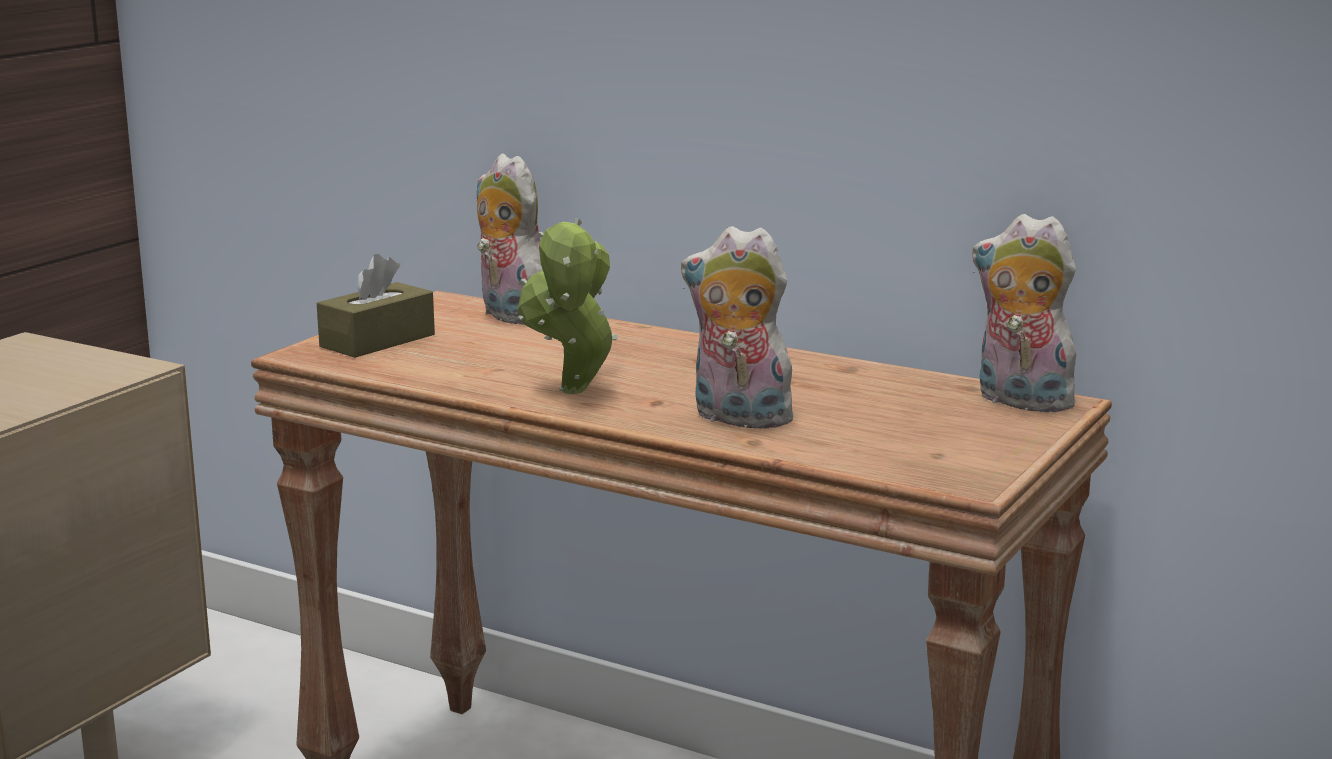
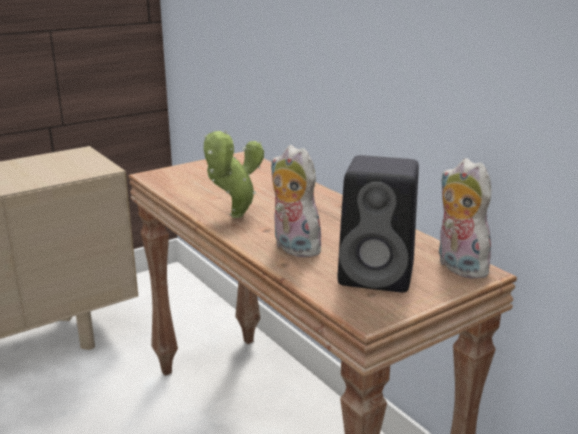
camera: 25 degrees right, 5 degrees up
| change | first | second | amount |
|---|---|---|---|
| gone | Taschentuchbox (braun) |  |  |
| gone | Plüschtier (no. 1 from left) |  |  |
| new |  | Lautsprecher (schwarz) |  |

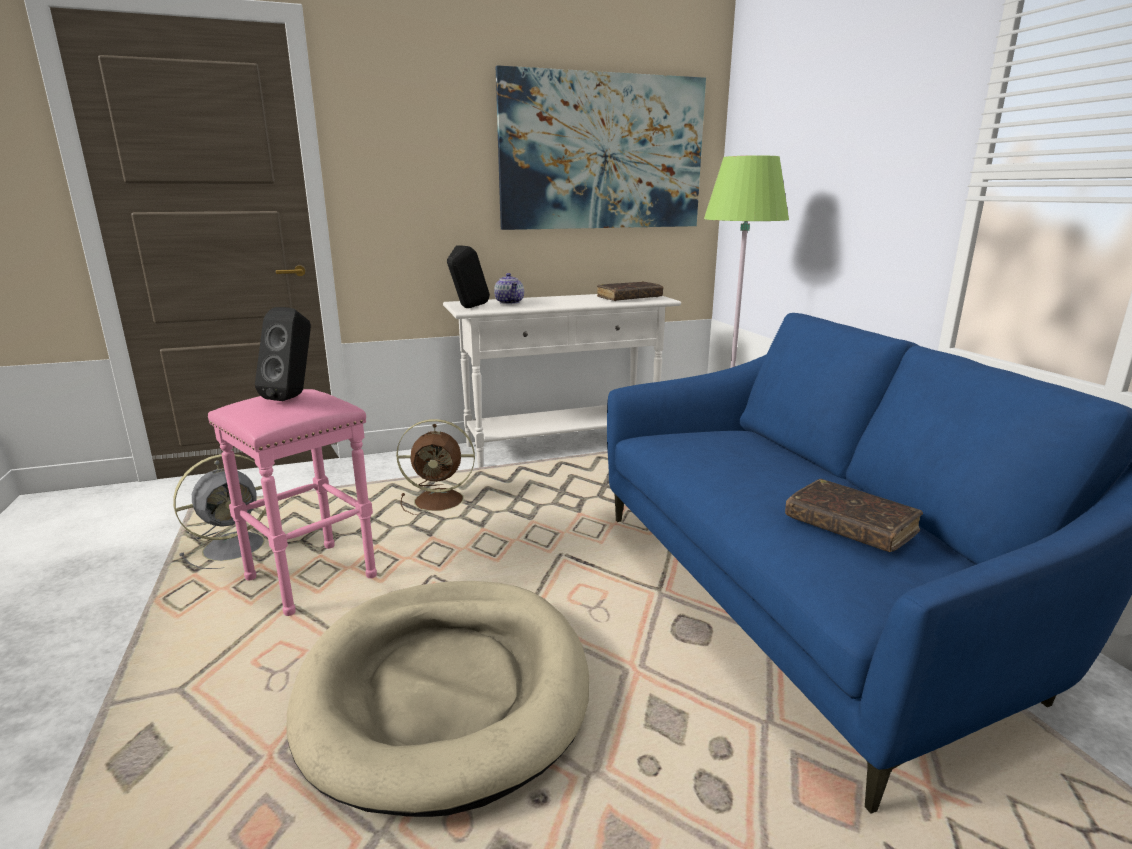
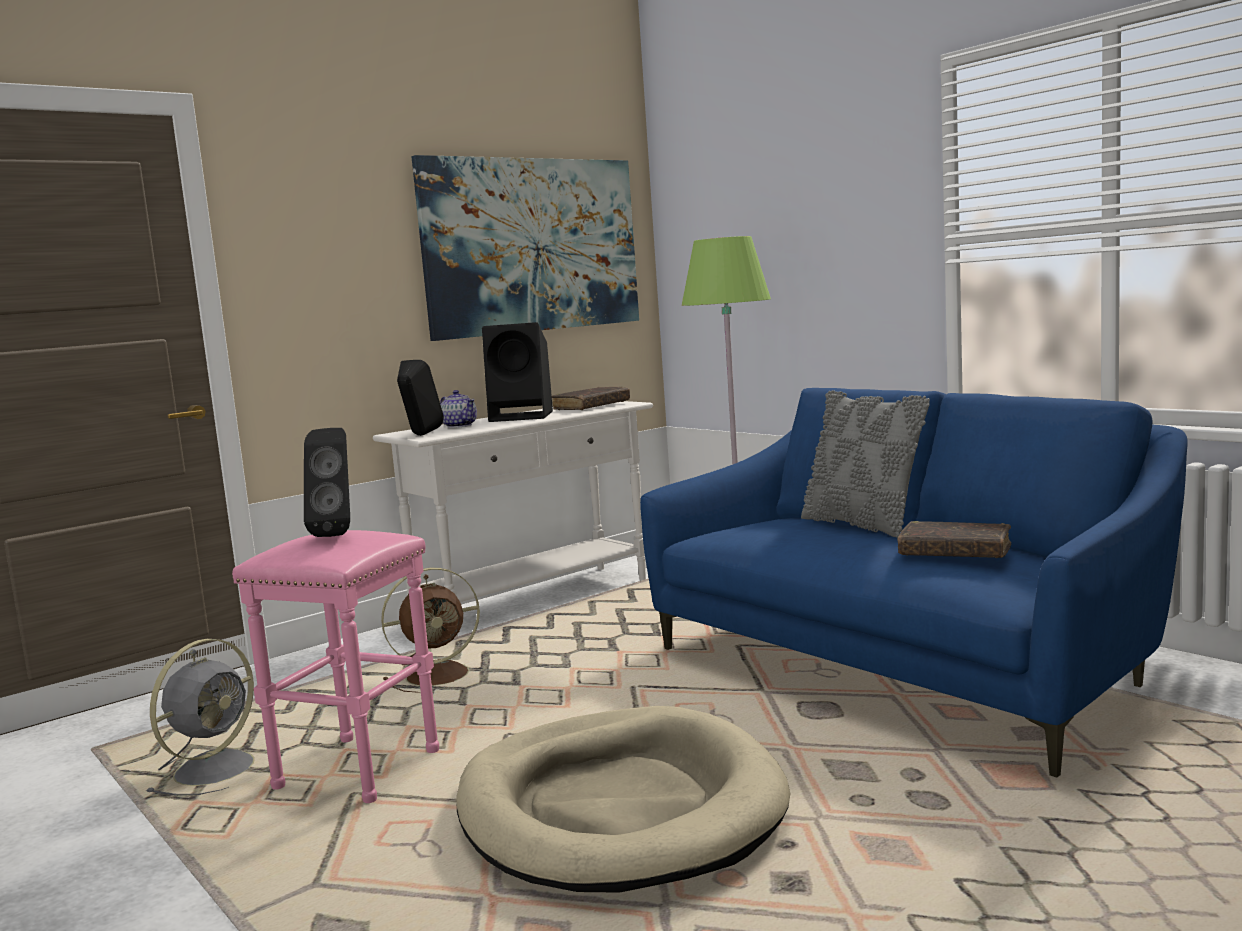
camera: 20 degrees left, 10 degrees down
| change | first | second | amount |
|---|---|---|---|
| new |  | Lautsprecher (schwarz) (no. 3 from left) |  |
| new |  | Kissen (grau) |  |

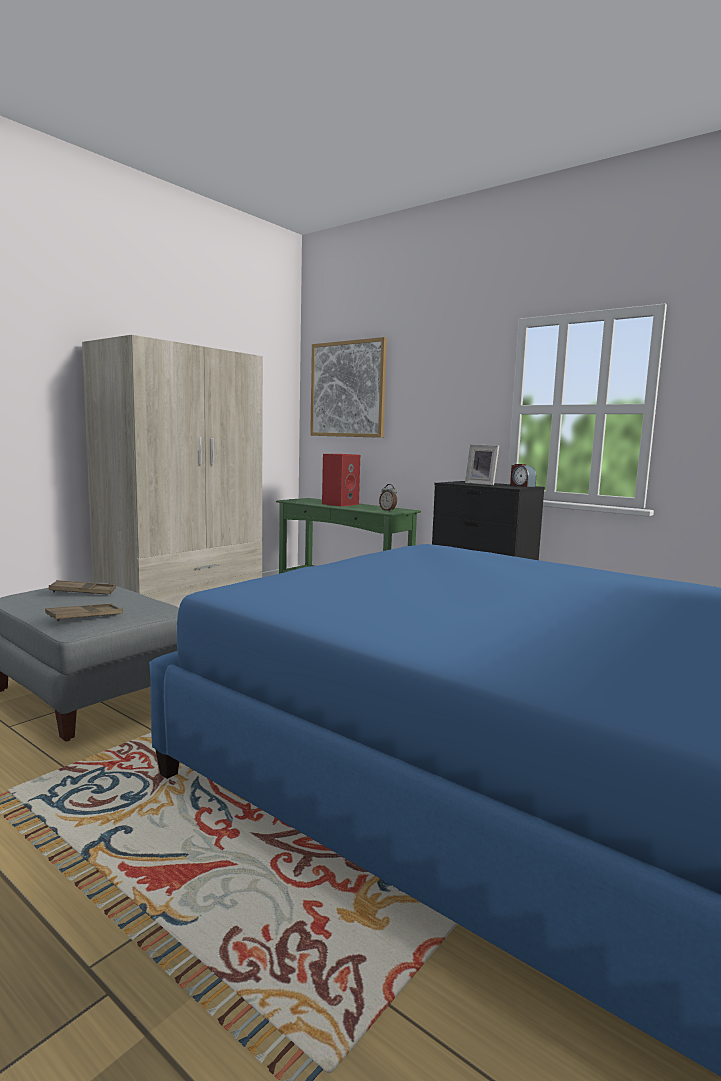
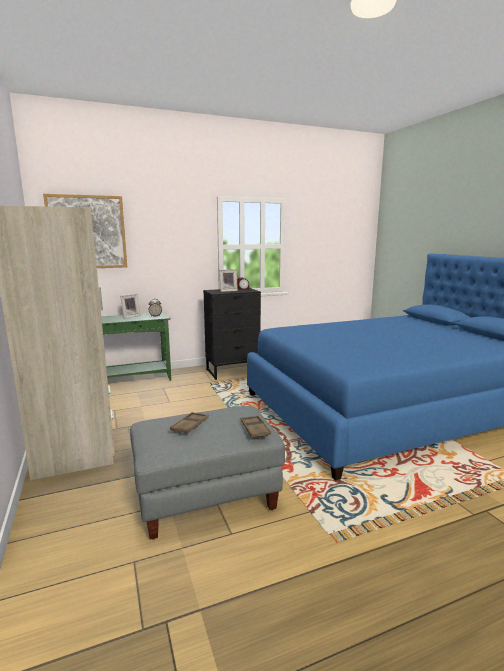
camera: 60 degrees left, 5 degrees up
| change | first | second | amount |
|---|---|---|---|
| gone | Lautsprecher (rot) |  |  |
| new |  | Bilderrahmen (no. 1 from left) |  |

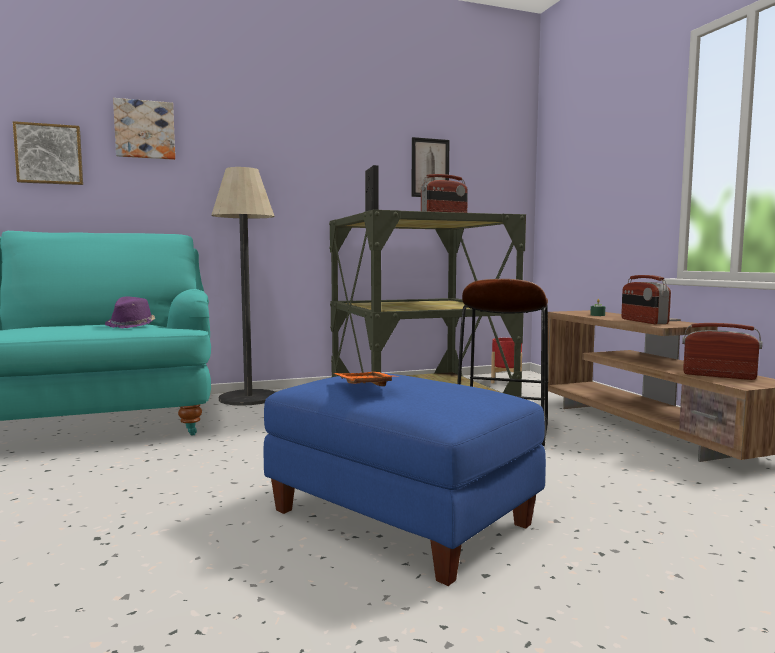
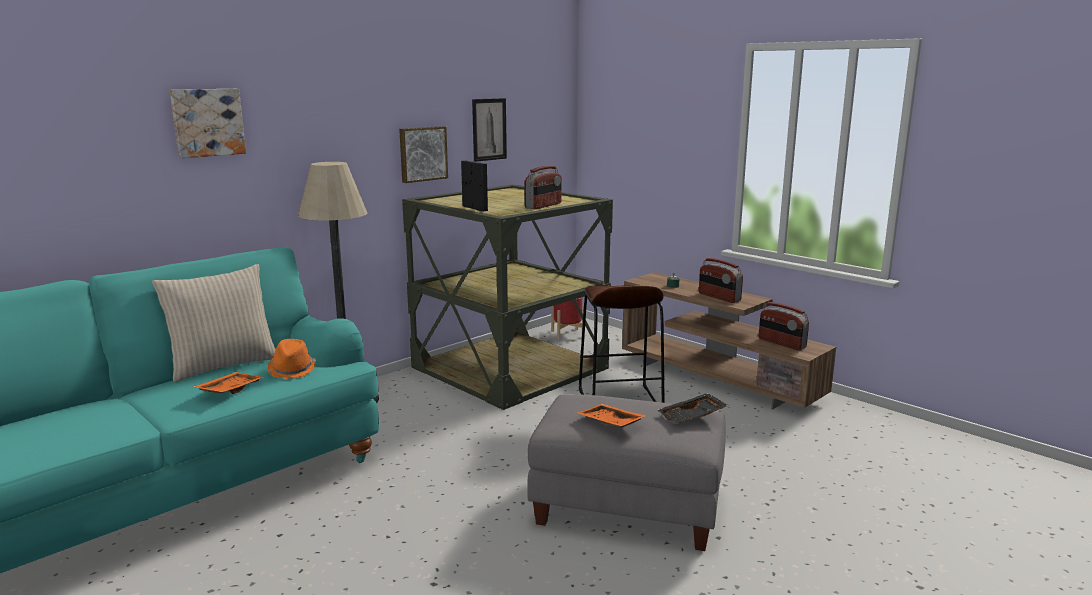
camera: 25 degrees left, 10 degrees up
| change | first | second | amount |
|---|---|---|---|
| shifted | Bild (no. 1 from left in the first image) | Bild (no. 2 from left) |  |
| repainted | Hut (lila) | Hut (orange) |  |
| repainted | Polsterhocker (blau) | Polsterhocker (grau) |  |
| rotated | Radio (no. 3 from left) |  | 135 degrees counterclockwise |
| new |  | Kissen (beige) |  |
| new |  | Tablett (orange) (no. 1 from left) |  |
| new |  | Tablett (schwarz) |  |

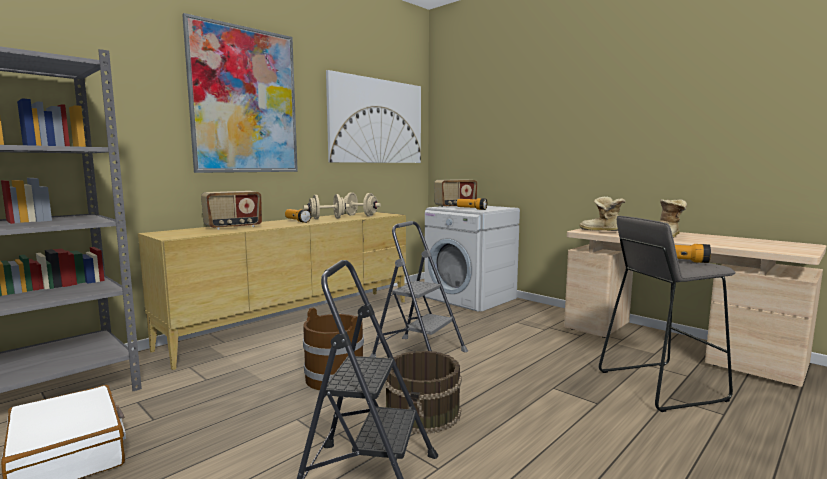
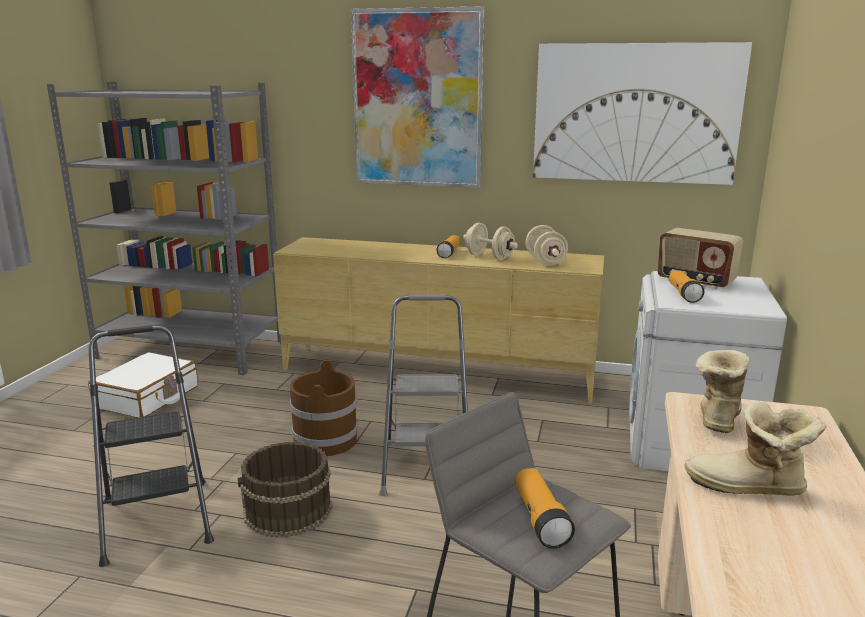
camera: 60 degrees right, 10 degrees up
| change | first | second | amount |
|---|---|---|---|
| gone | Radio (no. 1 from left) |  |  |

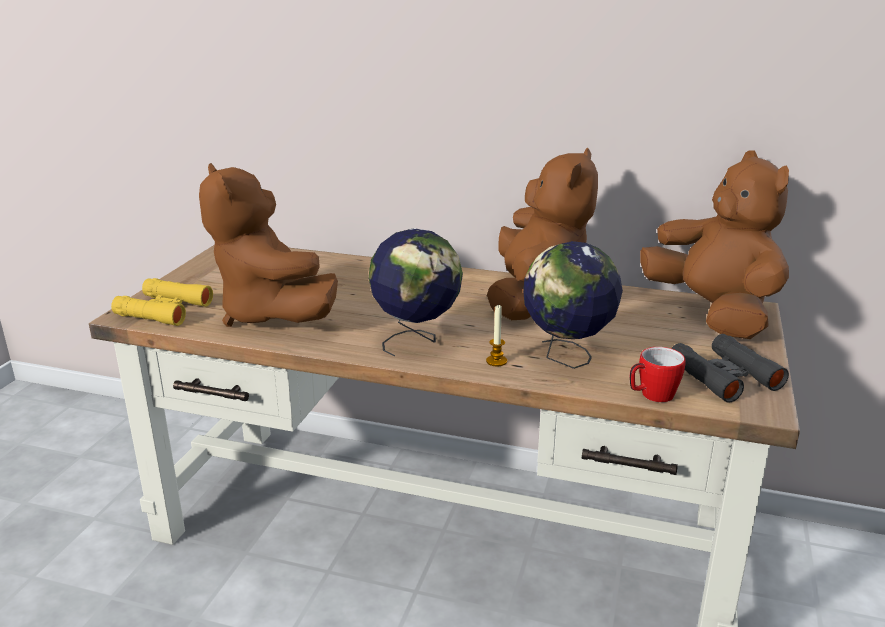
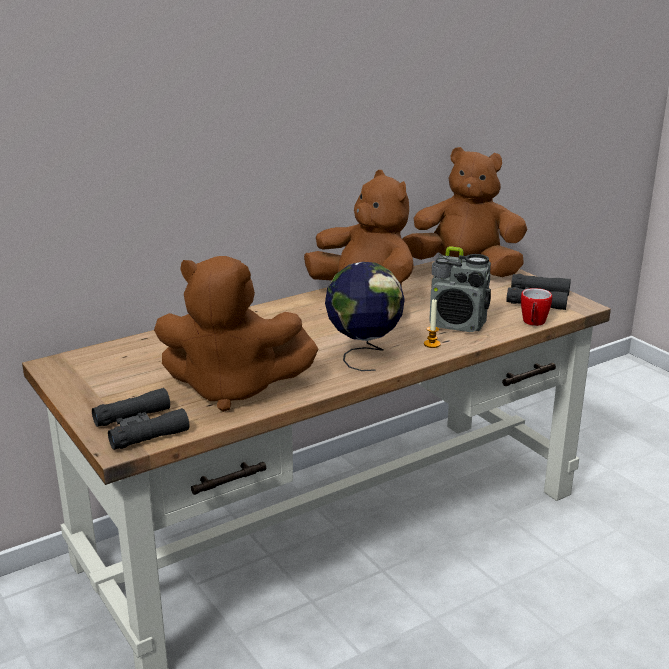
camera: 50 degrees left, 0 degrees up
| change | first | second | amount |
|---|---|---|---|
| repainted | Fernglas (gelb) | Fernglas (schwarz) (no. 1 from left) |  |
| swapped | Globus (no. 2 from left) | Radio |  |

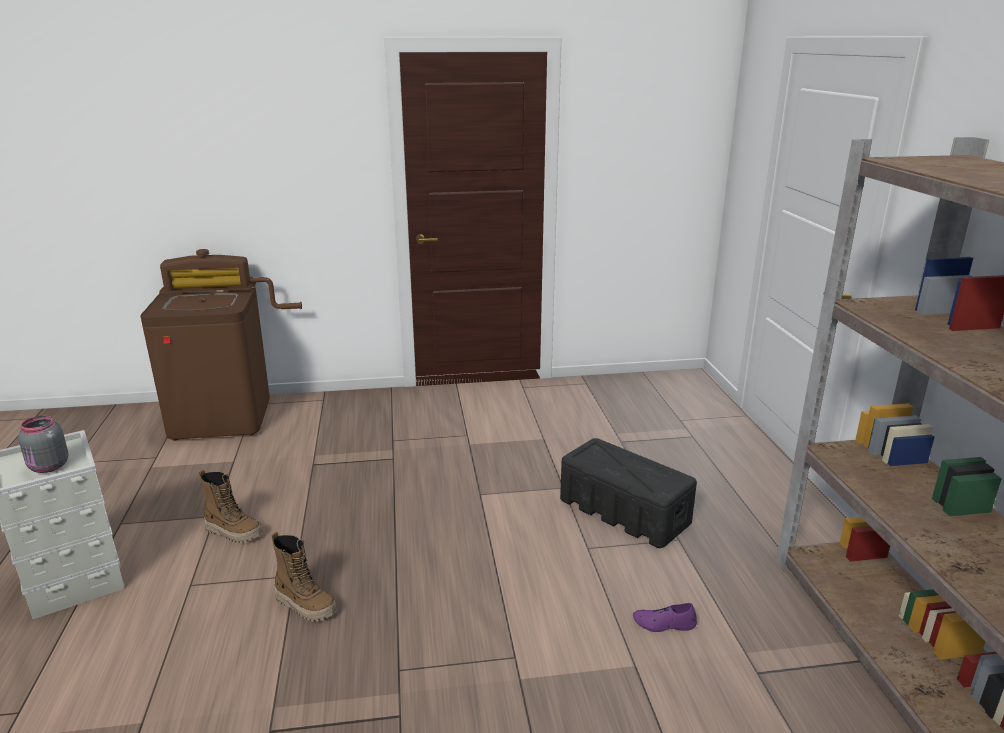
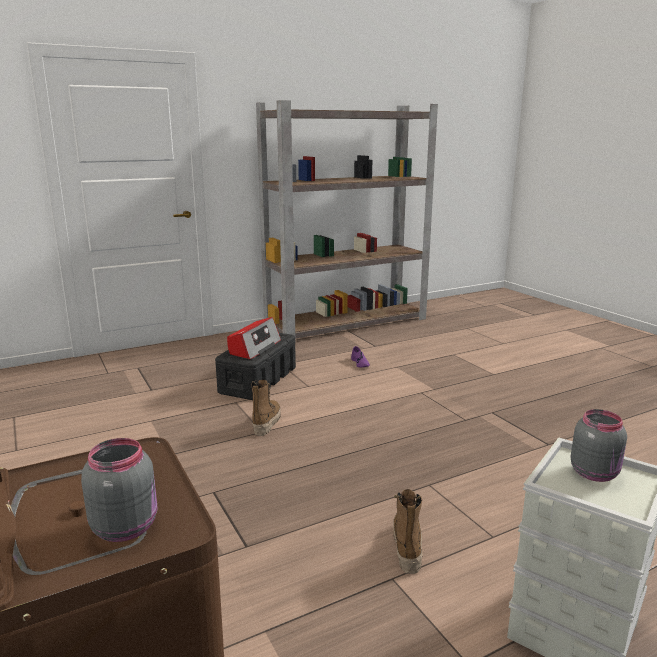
camera: 110 degrees left, 5 degrees down
| change | first | second | amount |
|---|---|---|---|
| shifted | Stiefel (no. 2 from left in the first image) | Stiefel (no. 1 from left) |  |
| new |  | Vorratsglas (grau) (no. 1 from left) |  |
| new |  | Radio |  |

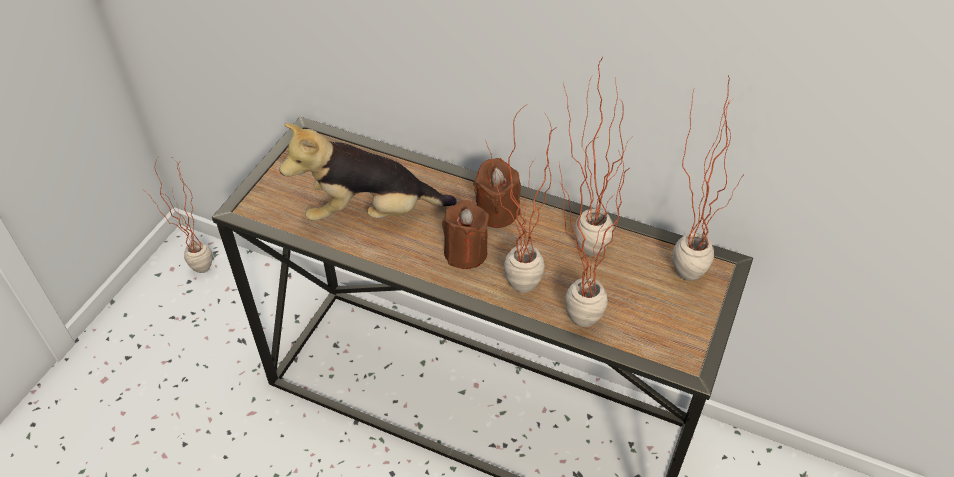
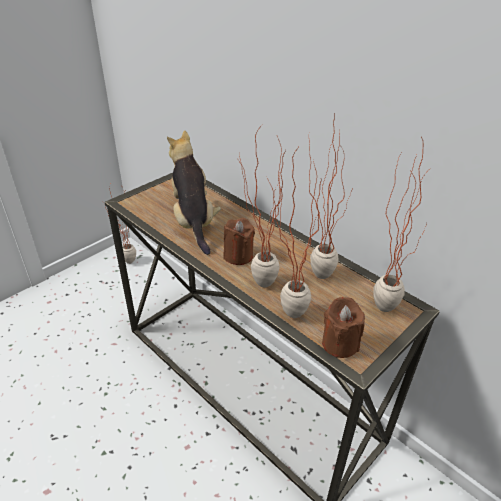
camera: 20 degrees right, 10 degrees down
| change | first | second | amount |
|---|---|---|---|
| rotated | Plüschtier |  | 60 degrees clockwise |
| shifted | Kerze (braun) (no. 2 from left) |  |  |

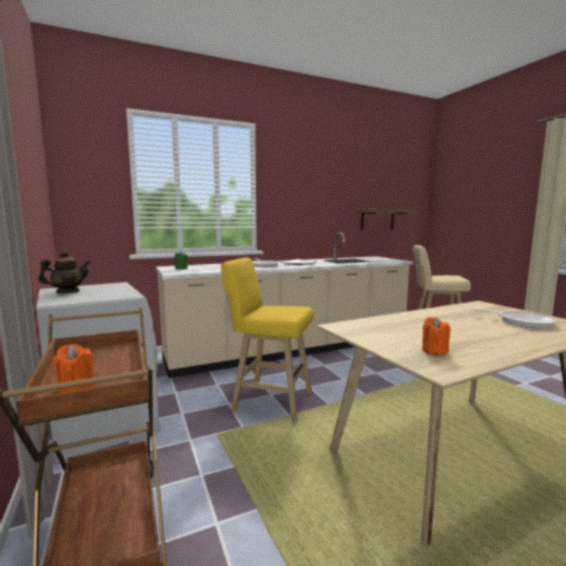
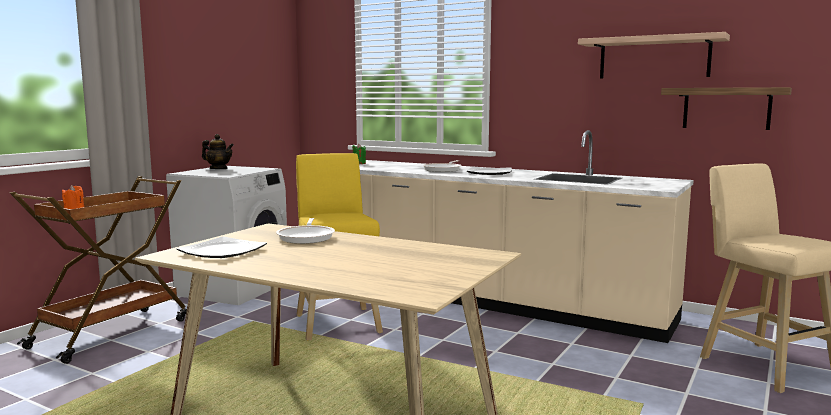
camera: 55 degrees right, 0 degrees up
| change | first | second | amount |
|---|---|---|---|
| swapped | Kerze (orange) (no. 2 from left) | Teller (no. 1 from left) |  |
| shifted | Pfanne (no. 2 from left in the first image) | Pfanne (no. 1 from left) |  |
| new |  | Wandregal (no. 1 from left) |  |

